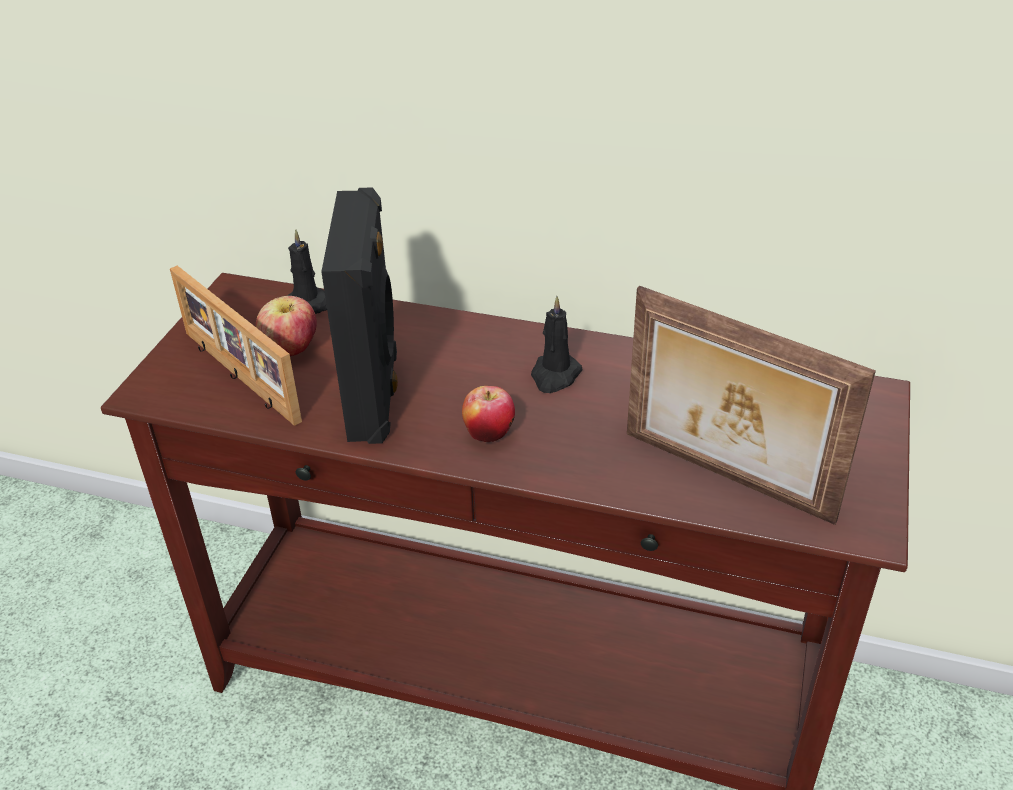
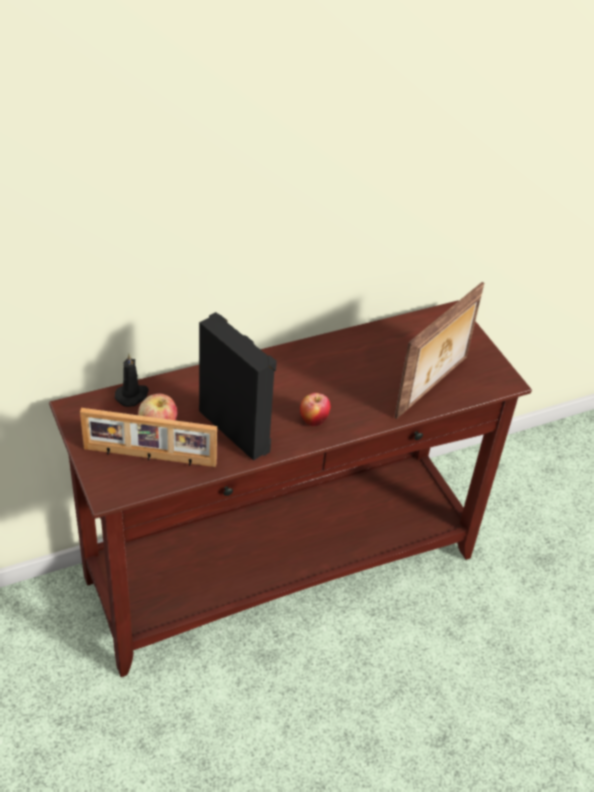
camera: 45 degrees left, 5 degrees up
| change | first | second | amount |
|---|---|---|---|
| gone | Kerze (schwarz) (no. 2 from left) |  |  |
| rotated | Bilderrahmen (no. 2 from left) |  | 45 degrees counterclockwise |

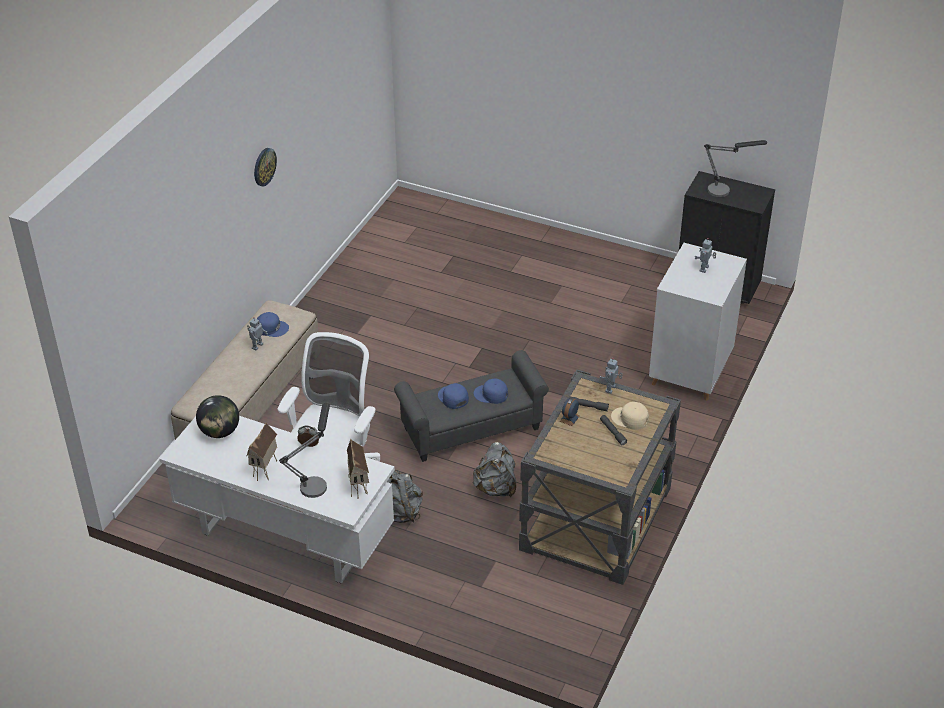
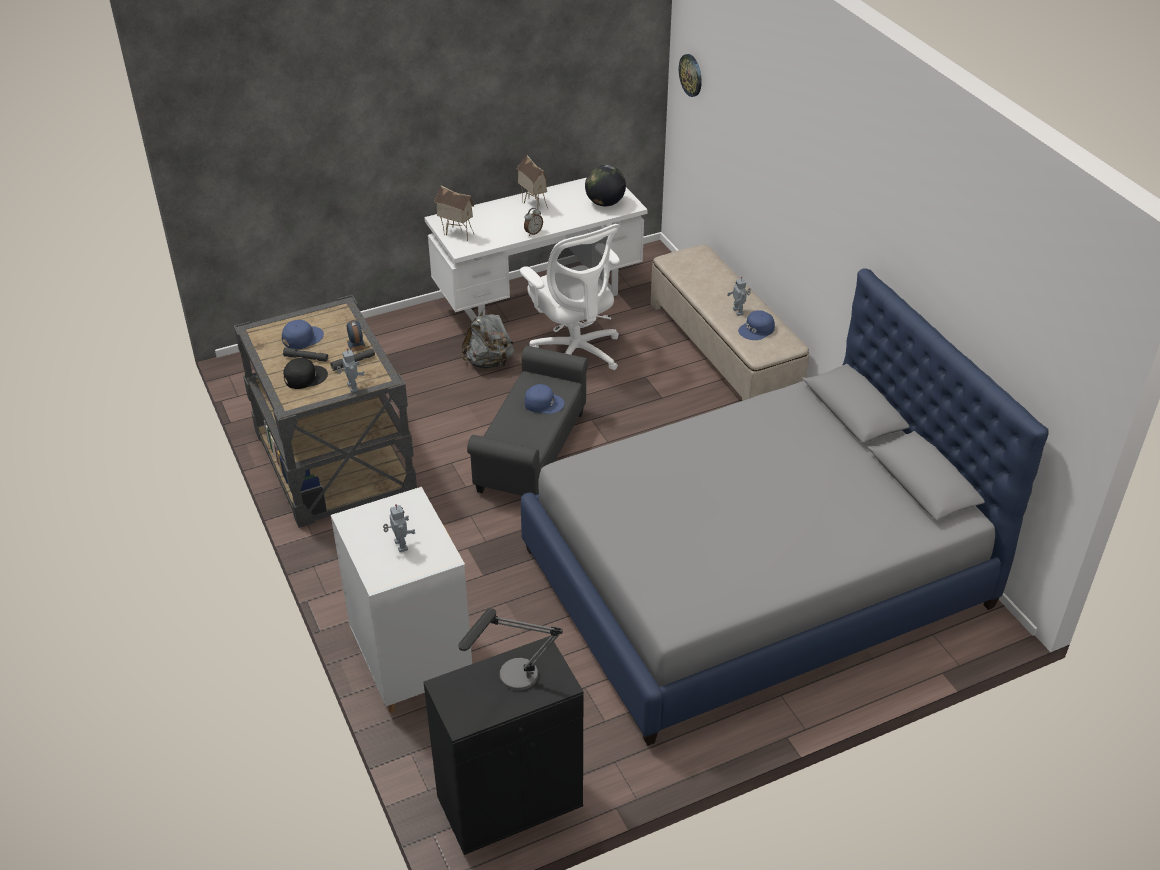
camera: 130 degrees right, 0 degrees up
| change | first | second | amount |
|---|---|---|---|
| shifted | Wanduhr |  |  |
| gone | Tischlampe (no. 1 from left) |  |  |
| gone | Rucksack (grau) (no. 2 from left) |  |  |
| shifted | Kappe (blau) (no. 3 from left in the first image) | Kappe (blau) (no. 1 from left) |  |
| repainted | Kappe (beige) | Kappe (schwarz) |  |
| new |  | Bett (grau) |  |

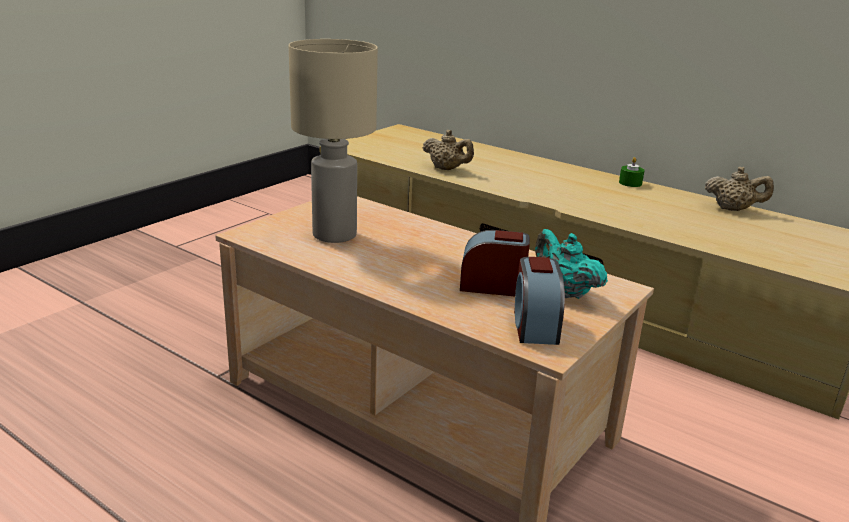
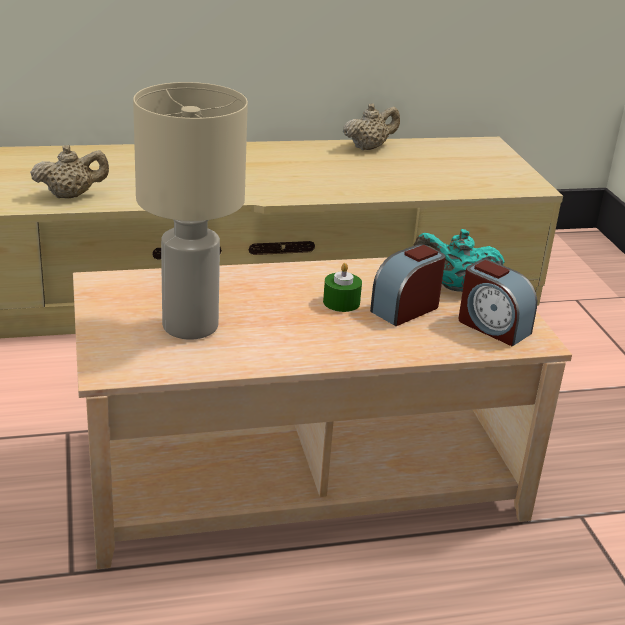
camera: 50 degrees left, 5 degrees up
| change | first | second | amount |
|---|---|---|---|
| shifted | Kerze (grün) |  |  |

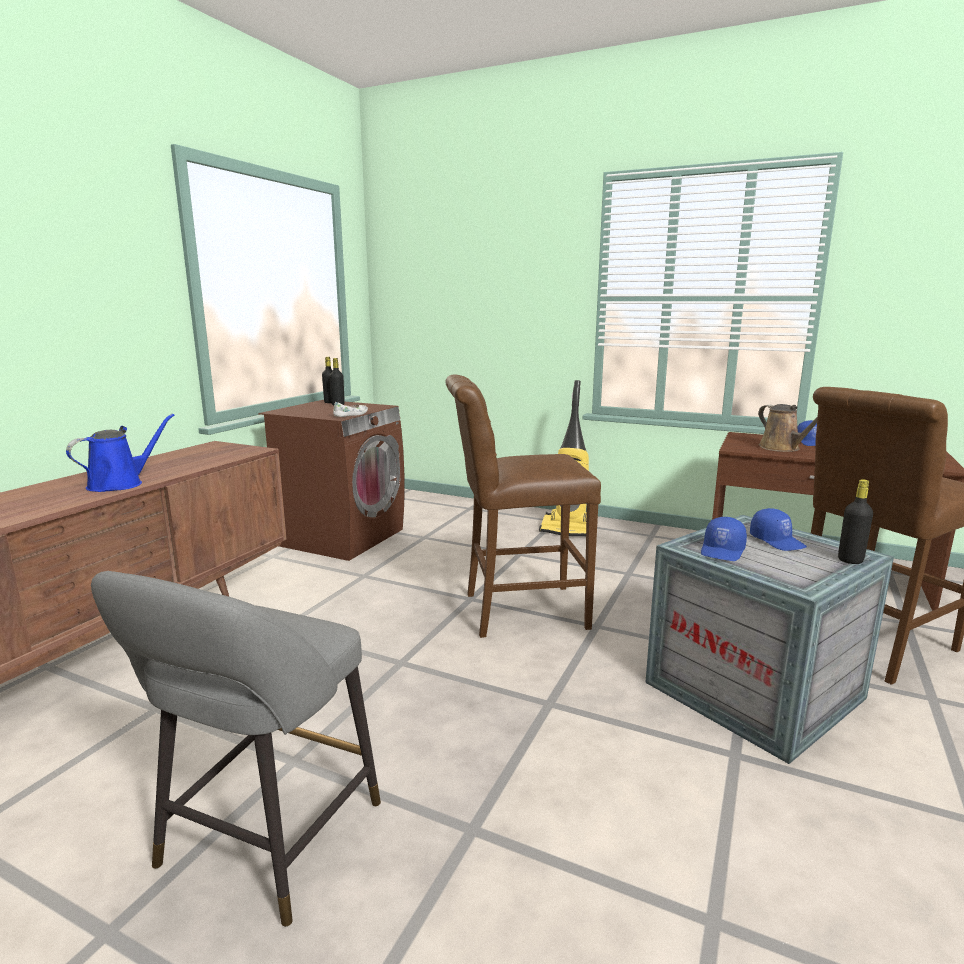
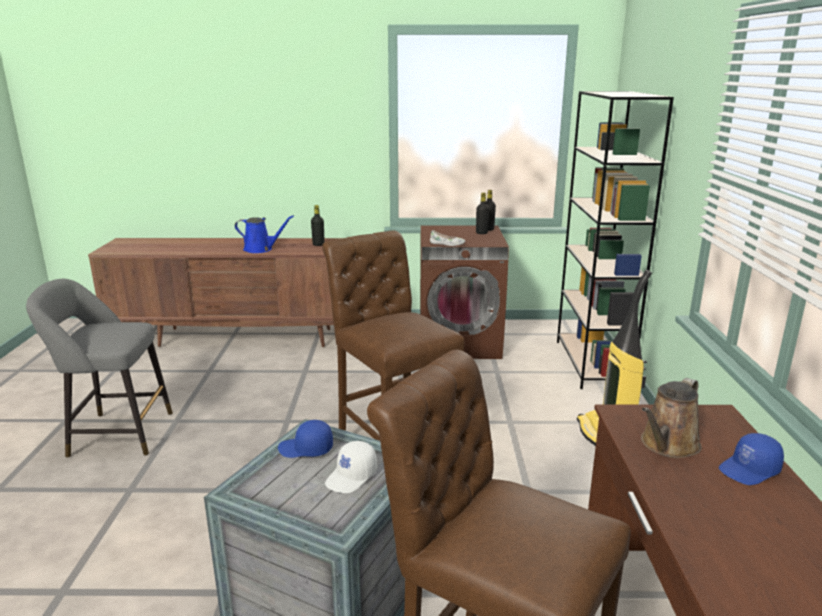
camera: 65 degrees right, 5 degrees up
| change | first | second | amount |
|---|---|---|---|
| repainted | Kappe (blau) (no. 2 from left) | Kappe (weiß) |  |
| shifted | Flasche (schwarz) (no. 3 from left in the first image) | Flasche (schwarz) (no. 1 from left) |  |
| new |  | Bücherregal (beige) |  |

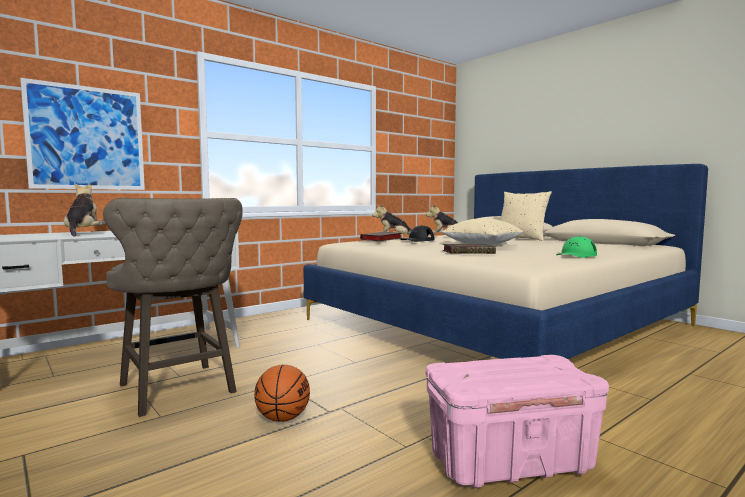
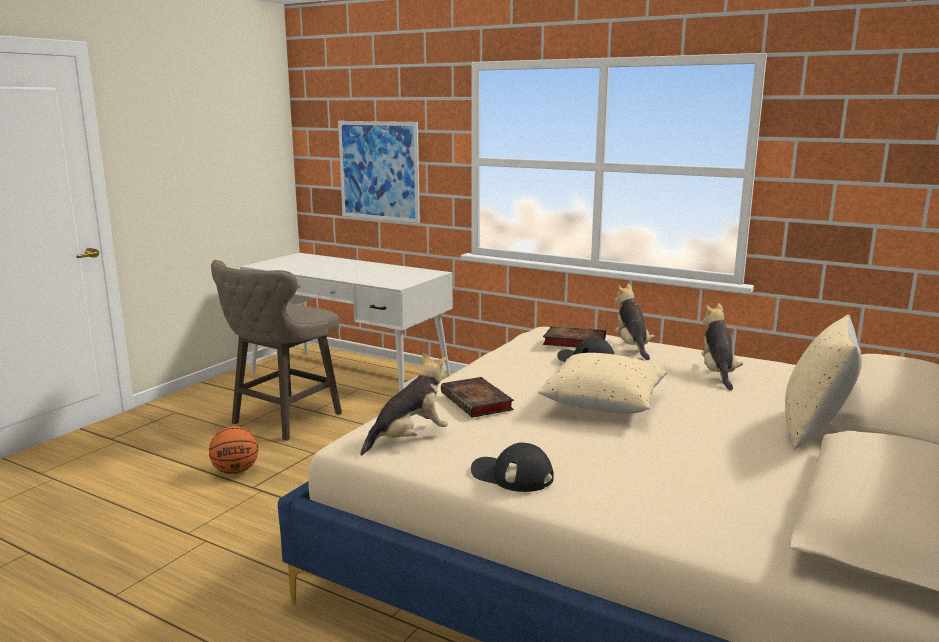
camera: 70 degrees right, 10 degrees up
| change | first | second | amount |
|---|---|---|---|
| shifted | Plüschtier (no. 1 from left) |  |  |
| gone | Aufbewahrungsbox (rosa) |  |  |
| repainted | Kappe (grün) | Kappe (schwarz) (no. 1 from left) |  |

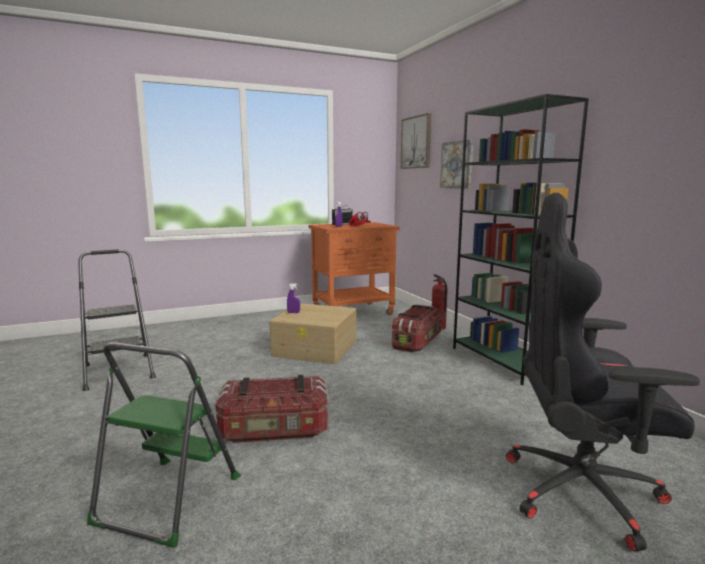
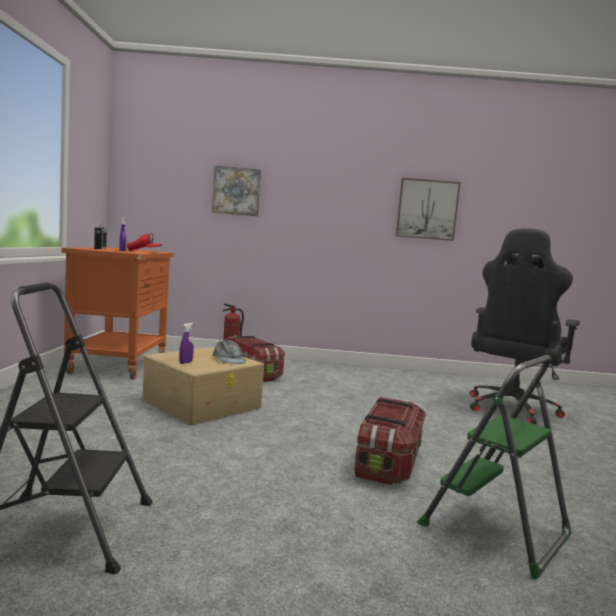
camera: 65 degrees left, 5 degrees down
| change | first | second | amount |
|---|---|---|---|
| shifted | Bild (no. 1 from left in the first image) | Bild (no. 2 from left) |  |
| gone | Bücherregal (grün) |  |  |
| new |  | Kappe (grau) |  |

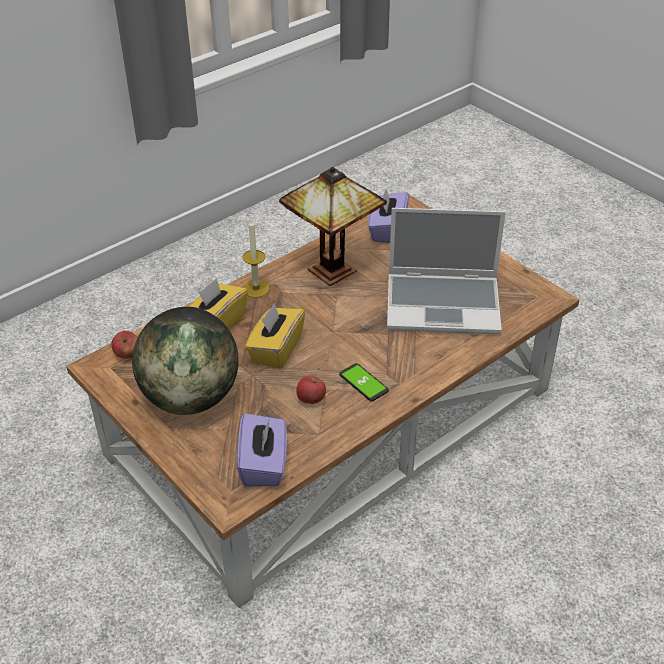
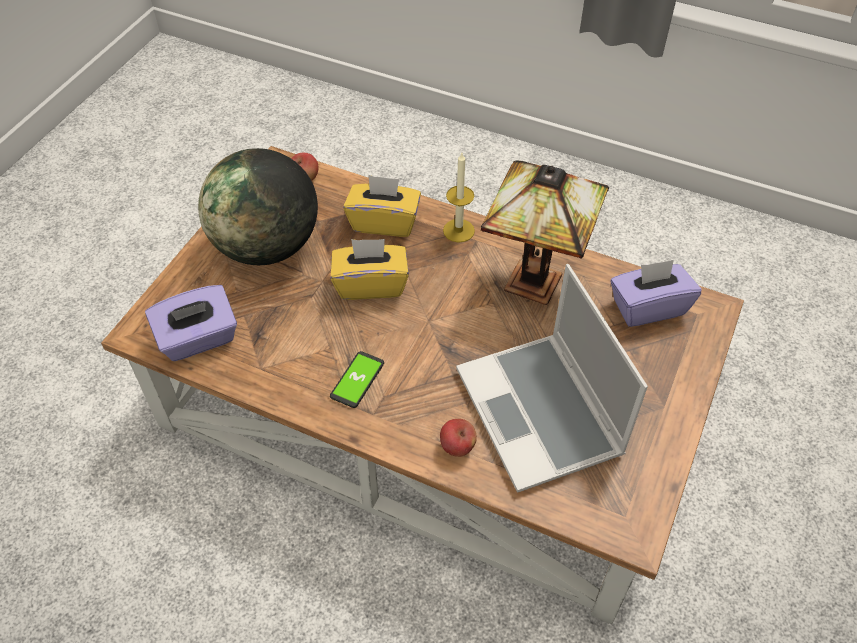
camera: 65 degrees right, 10 degrees up
| change | first | second | amount |
|---|---|---|---|
| shifted | Apfel (no. 2 from left) |  |  |

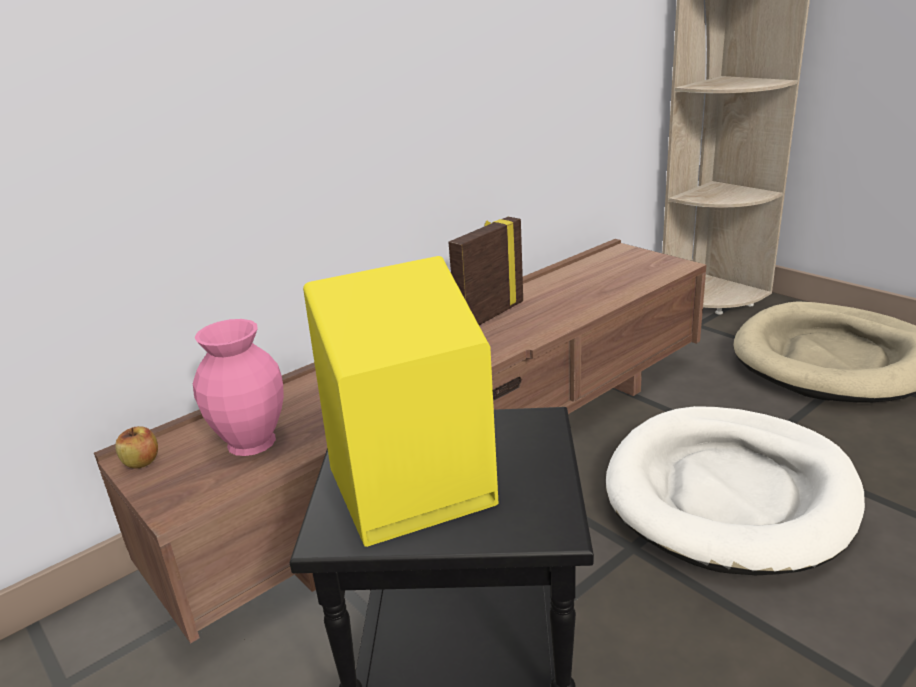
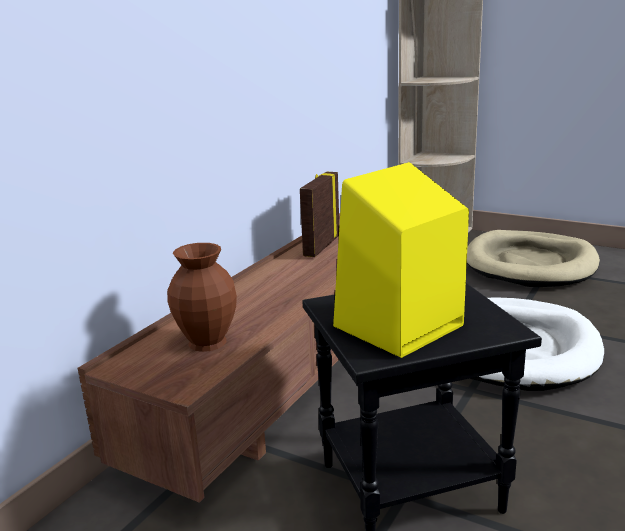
camera: 20 degrees left, 5 degrees down
| change | first | second | amount |
|---|---|---|---|
| gone | Apfel |  |  |
| repainted | Vase (rosa) | Vase (braun) |  |

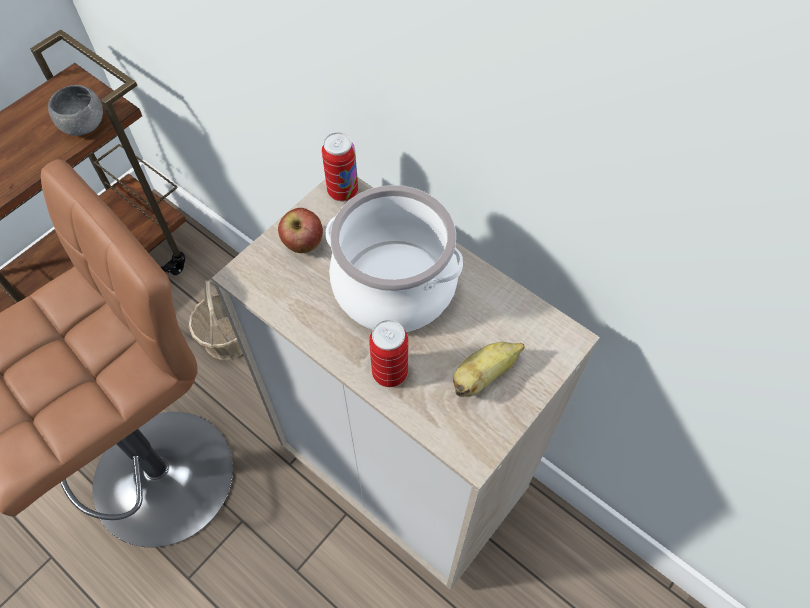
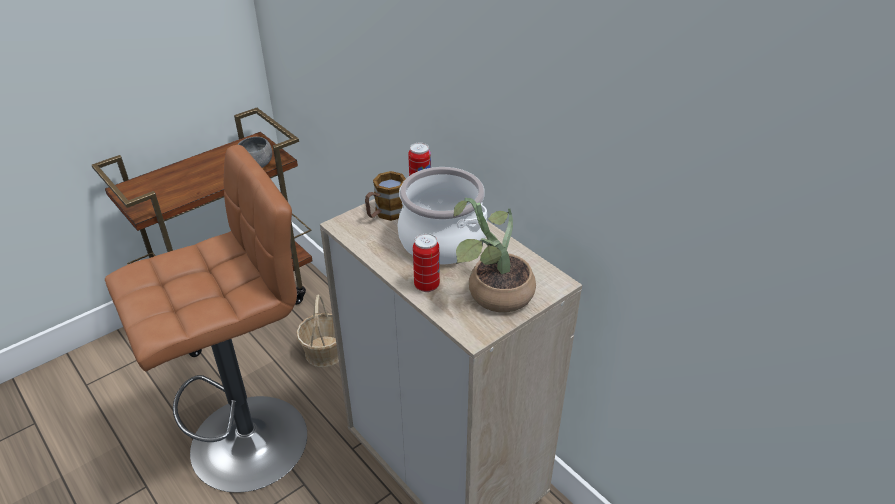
camera: 10 degrees right, 20 degrees down
| change | first | second | amount |
|---|---|---|---|
| swapped | Apfel | Henkelbecher |  |
| swapped | Banane | Topfpflanze |  |

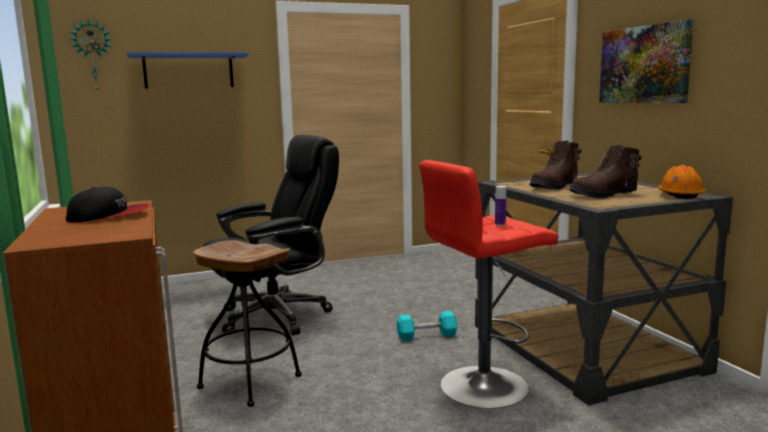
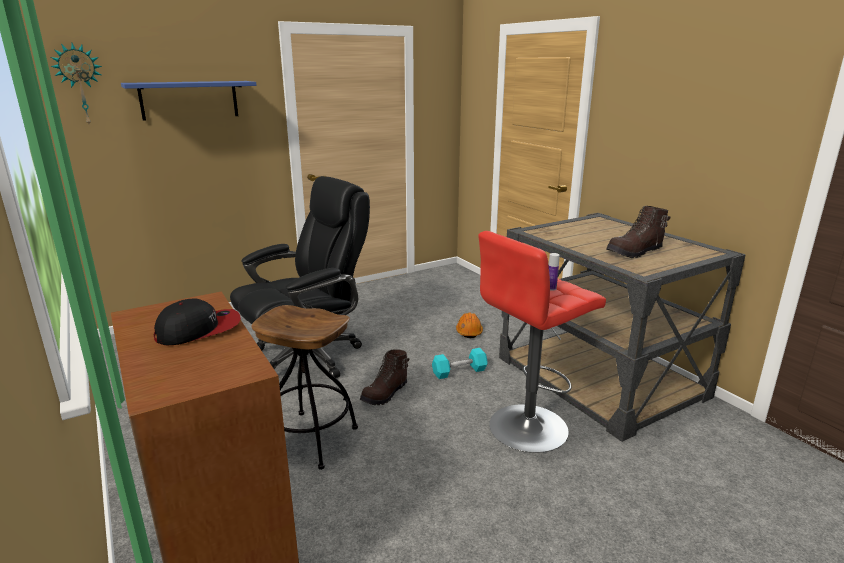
camera: 10 degrees left, 10 degrees up
| change | first | second | amount |
|---|---|---|---|
| shifted | Stiefel (braun) (no. 1 from left) |  |  |
| gone | Bild |  |  |
| shifted | Schutzhelm (orange) |  |  |

